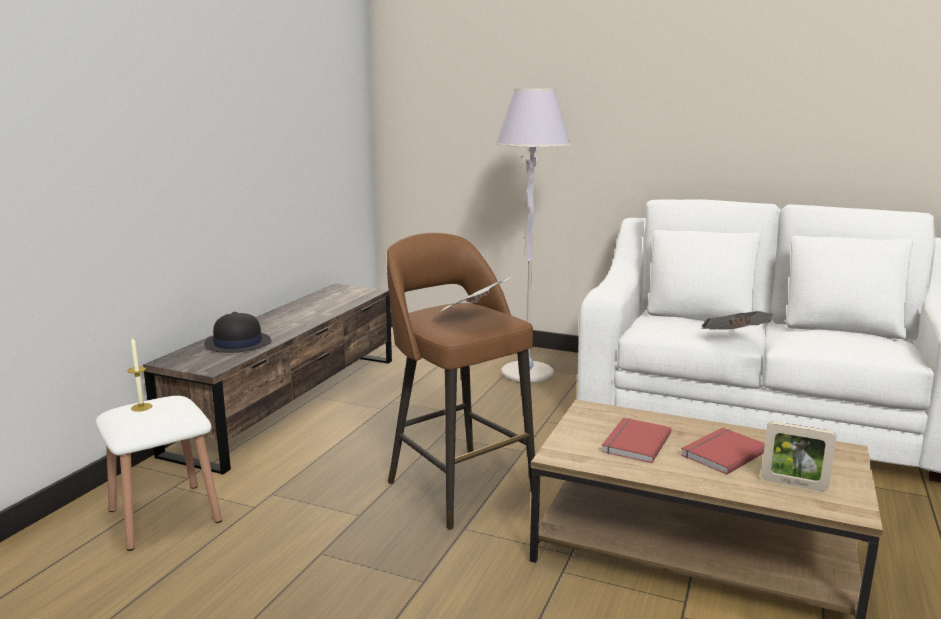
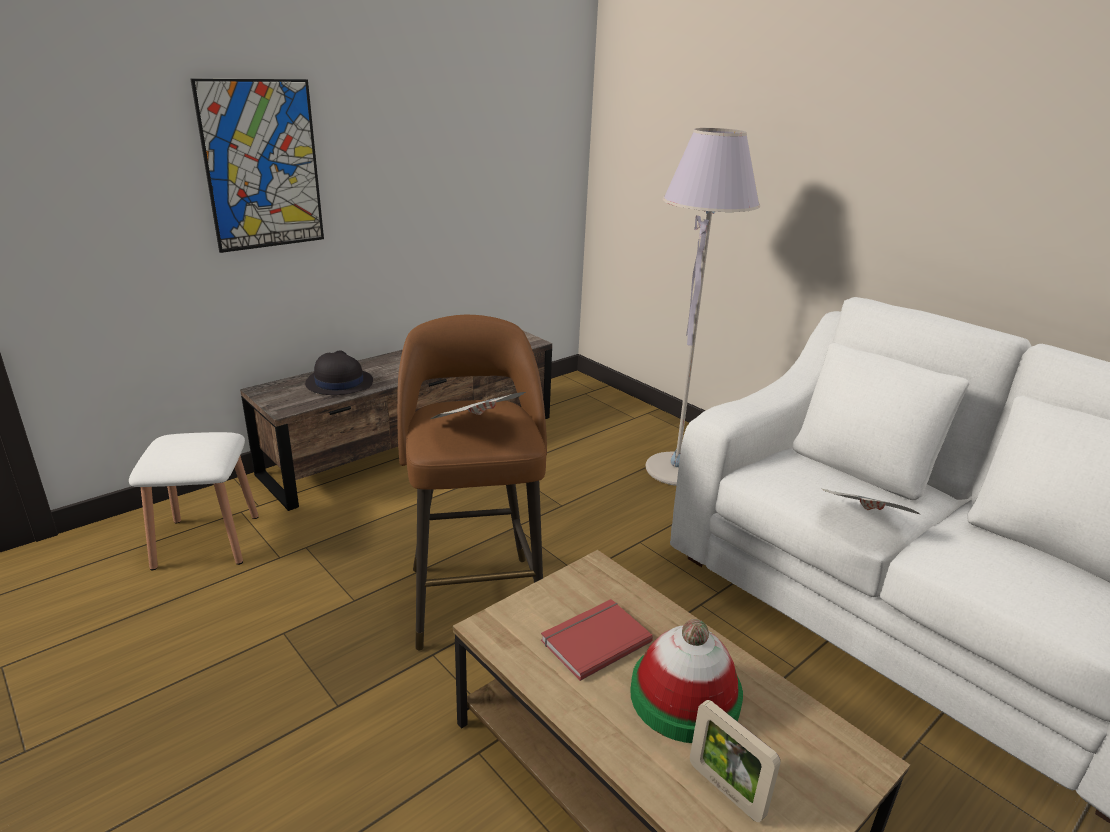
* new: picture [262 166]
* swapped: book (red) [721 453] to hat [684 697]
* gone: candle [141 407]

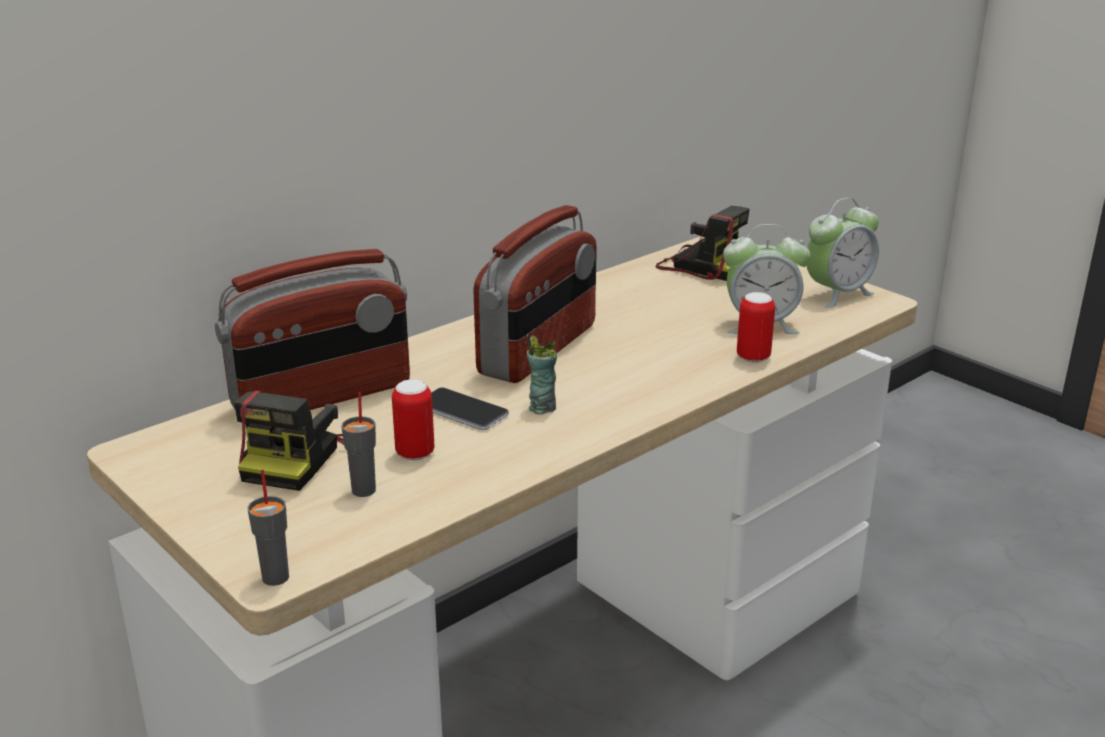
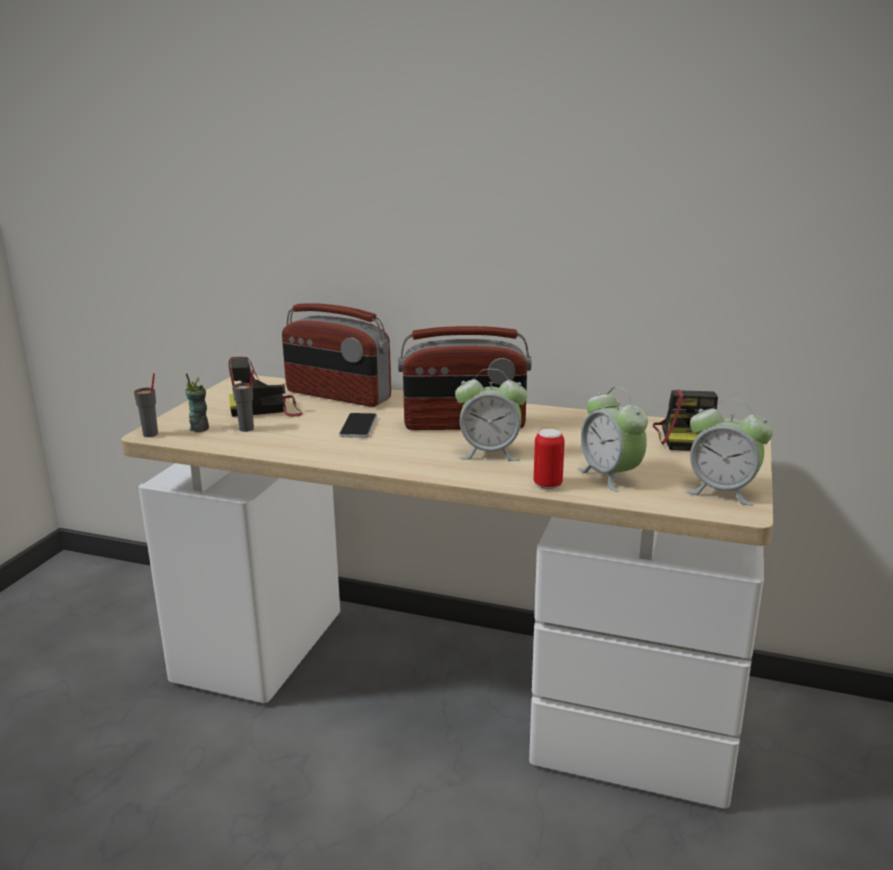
* shifted: cup [542 407] to [200 428]
* new: alarm clock [490 453]
* gone: can [415 453]

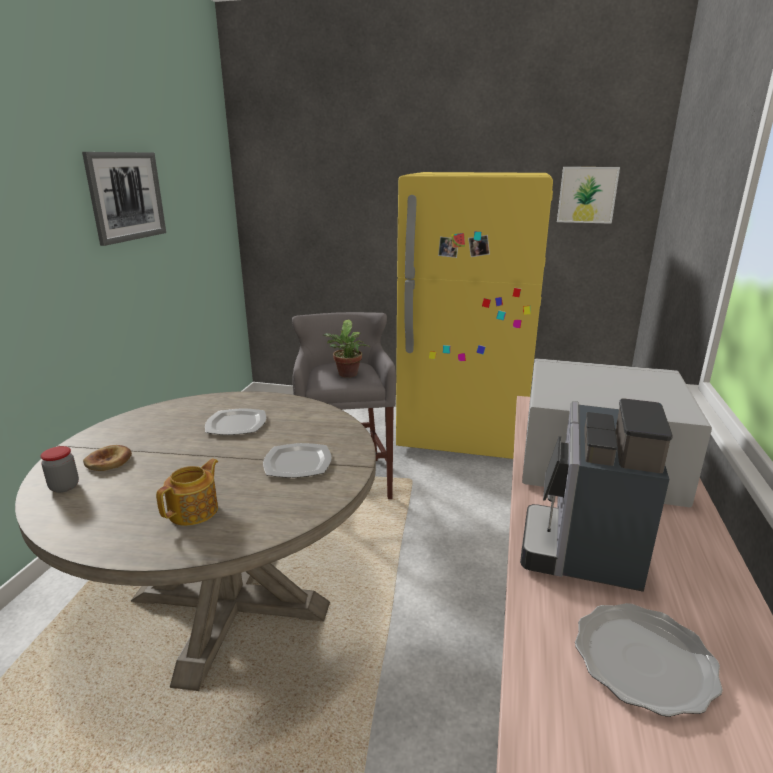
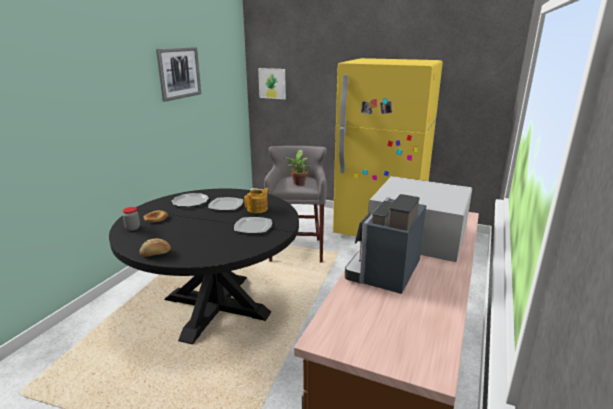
* repainted: dining table (beige) [230 603] to dining table (black) [216 306]
* new: bread [155 254]
* shifted: plate [643 659] to [190 201]
* shifted: teapot [195 511] to [258 209]
* shifted: picture [587 195] to [272 83]

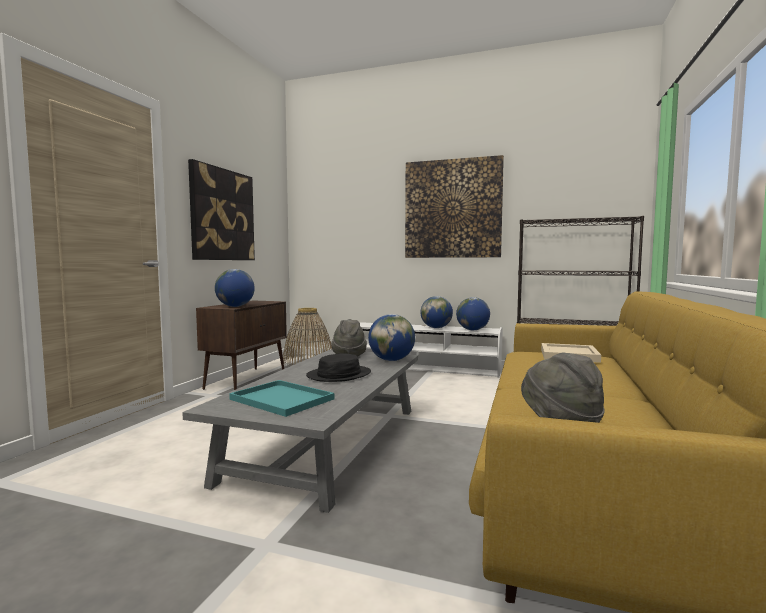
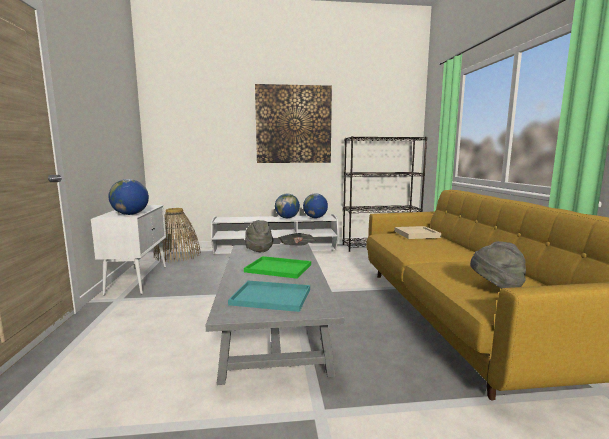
* repainted: cabinet (brown) [247 379] to cabinet (white) [138 279]
* swapped: hat (black) [339 375] to tray (green) [279 268]
* swapped: globe [391 360] to newspaper [297 250]
* gone: picture [222 215]

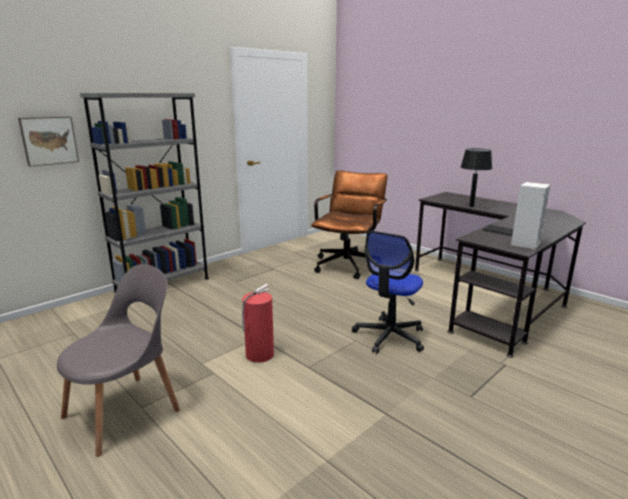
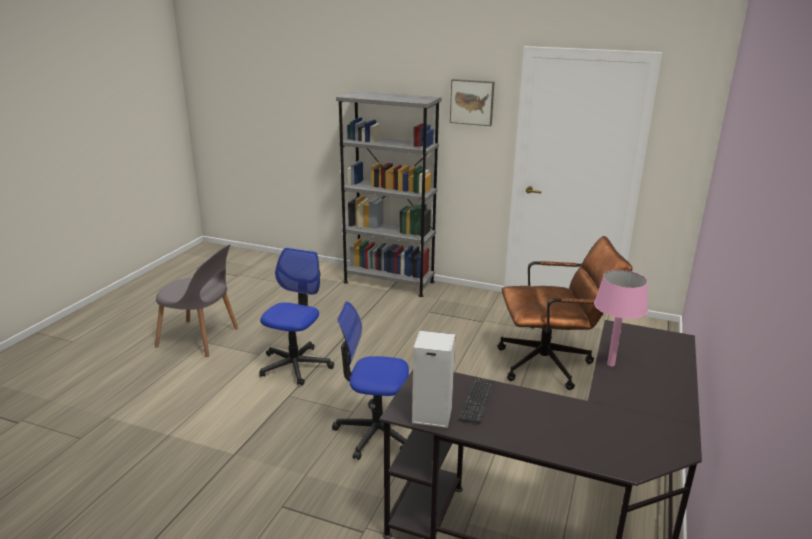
* swapped: fire extinguisher [258 355] to office chair [295 366]
* shifted: picture [49 140] to [472 102]
* repainted: table lamp (black) [471 206] to table lamp (pink) [611 364]

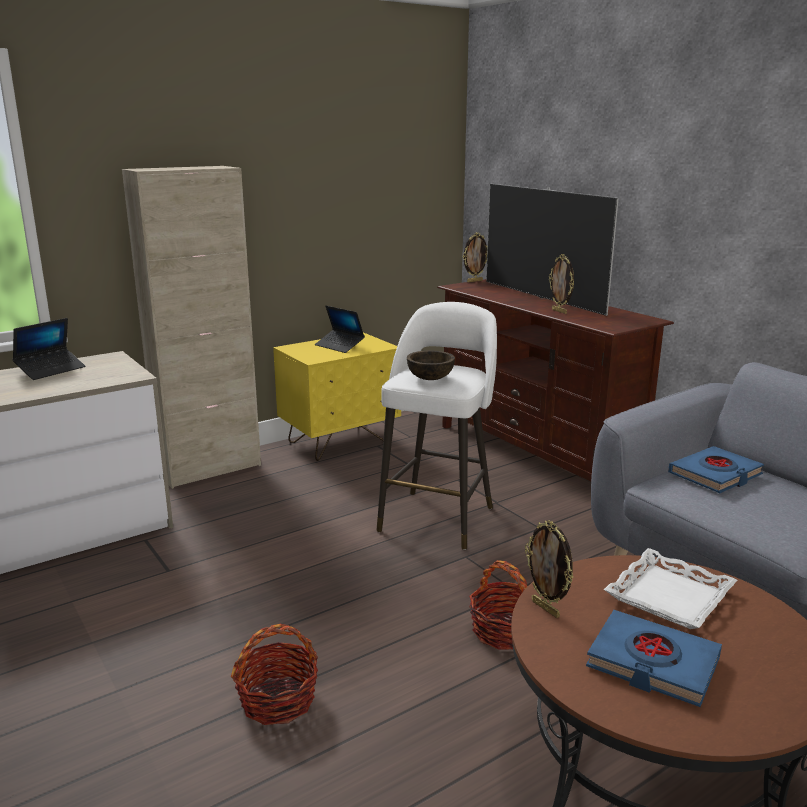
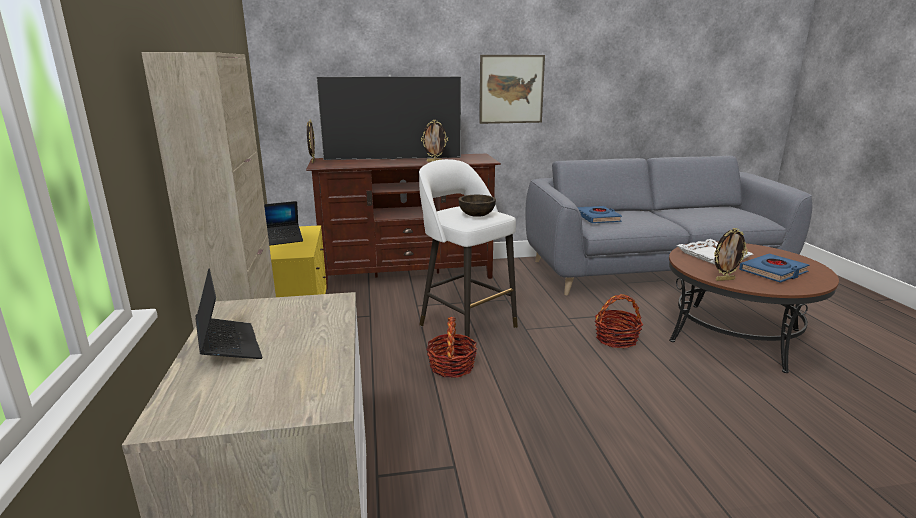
* shifted: basket [278 700] to [451 366]
* new: picture [511 89]

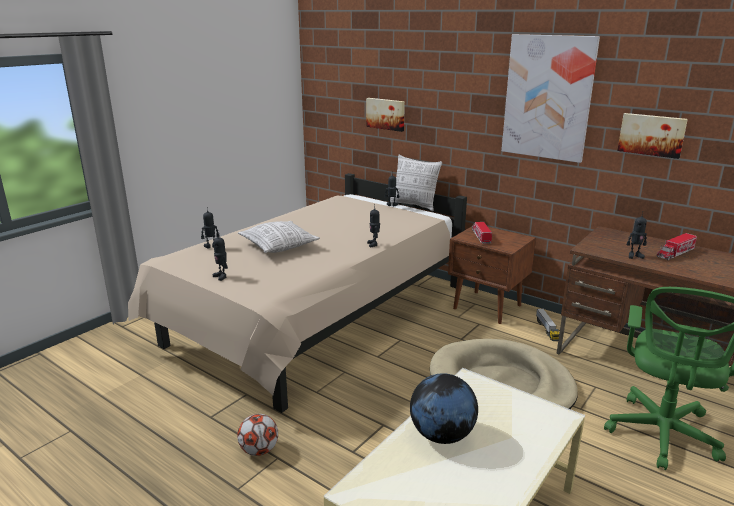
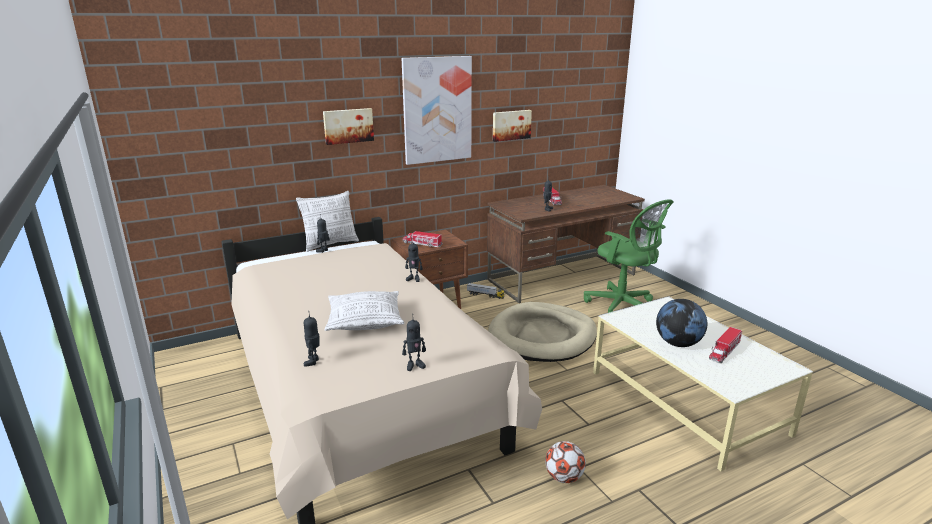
* shifted: picture [386 114] to [348 126]
* new: toy truck [724 351]

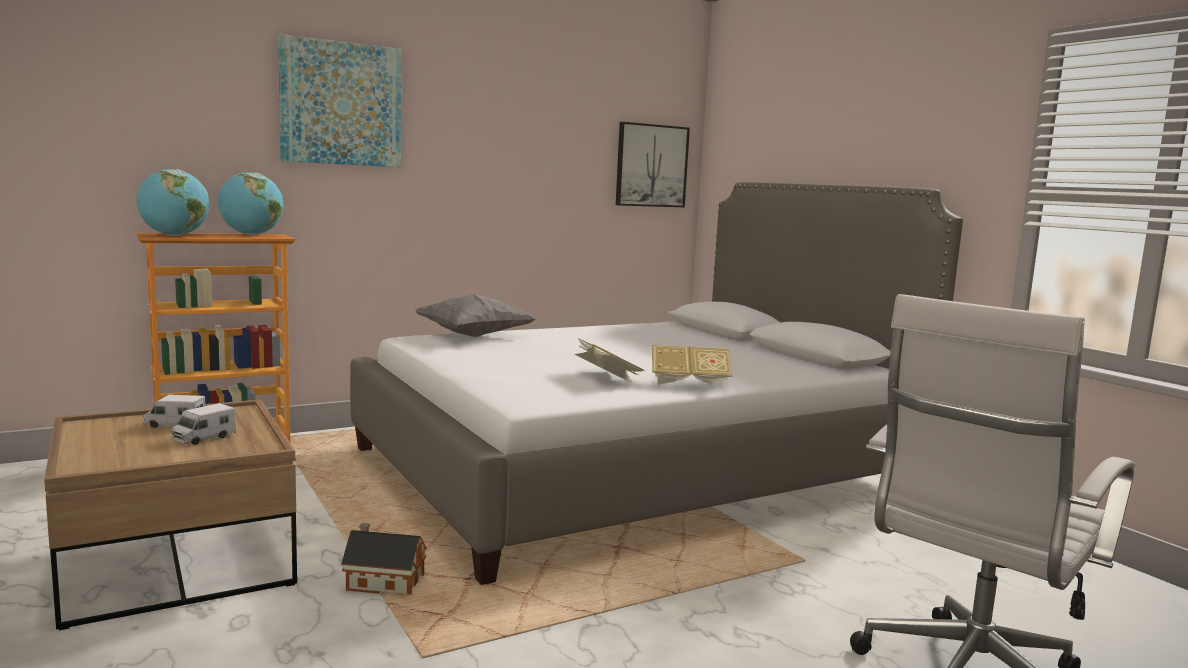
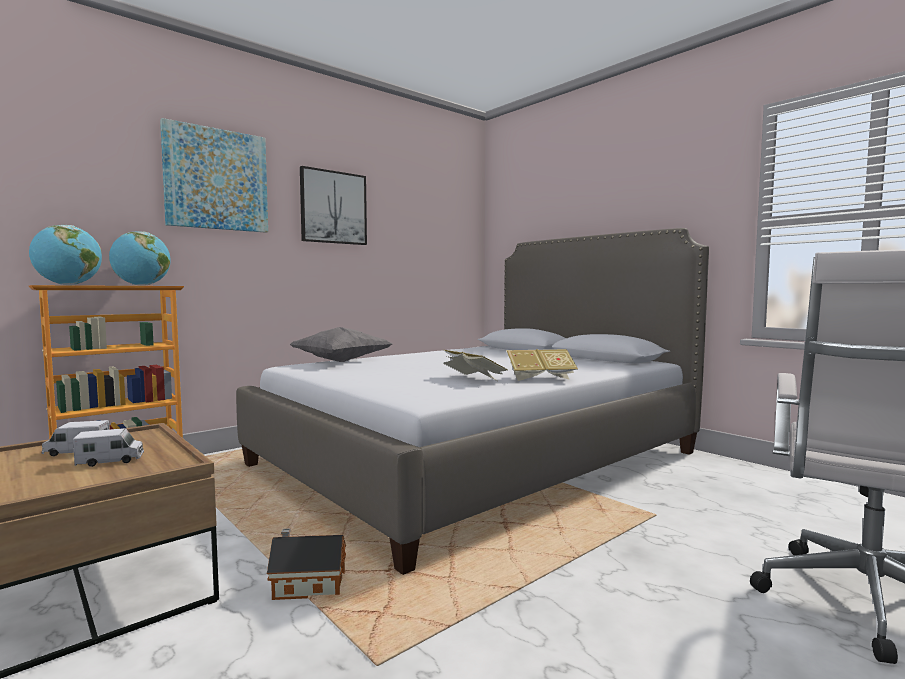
* rotated: toy truck [203 438] = [110 461] 135 degrees counterclockwise
* shifted: picture [651 165] to [333 207]

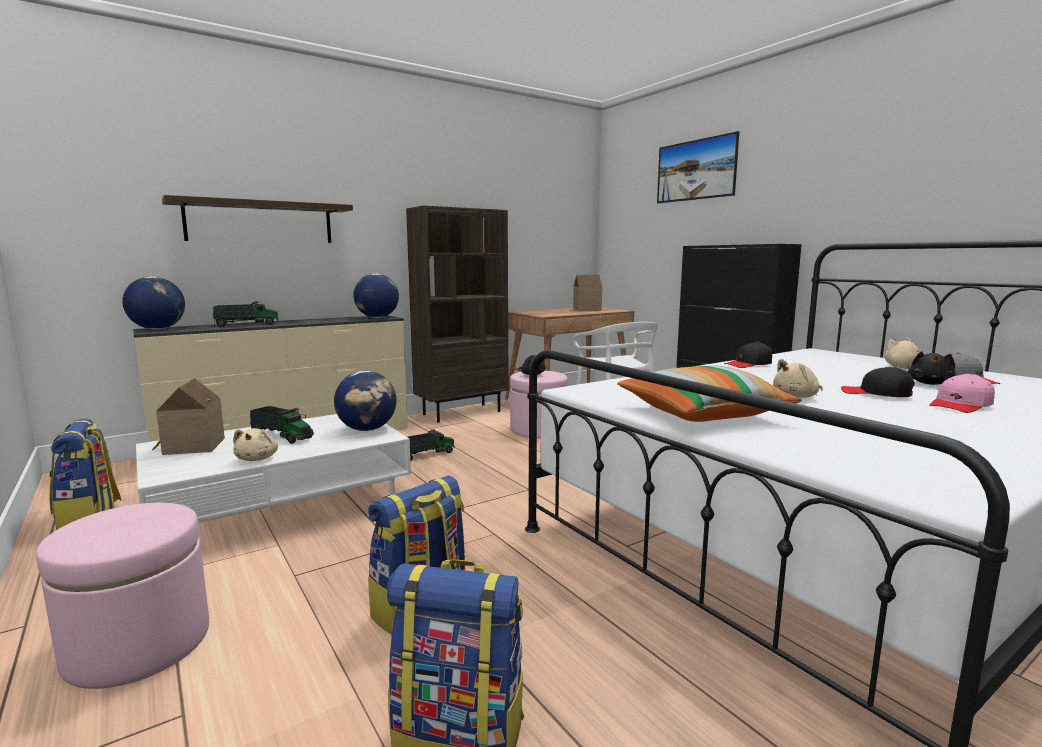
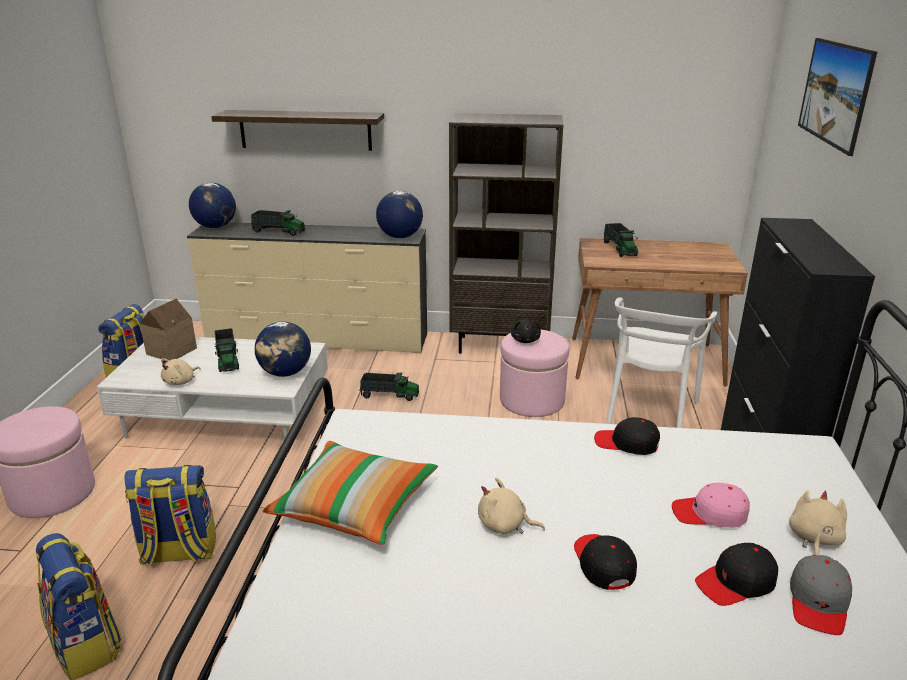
* new: toy truck [620 249]
* shifted: cap (pink) [960 405] to [709 514]
* swapped: plush toy (black) [929 383] to cap (black) [736 583]
* gone: toy house [586 309]

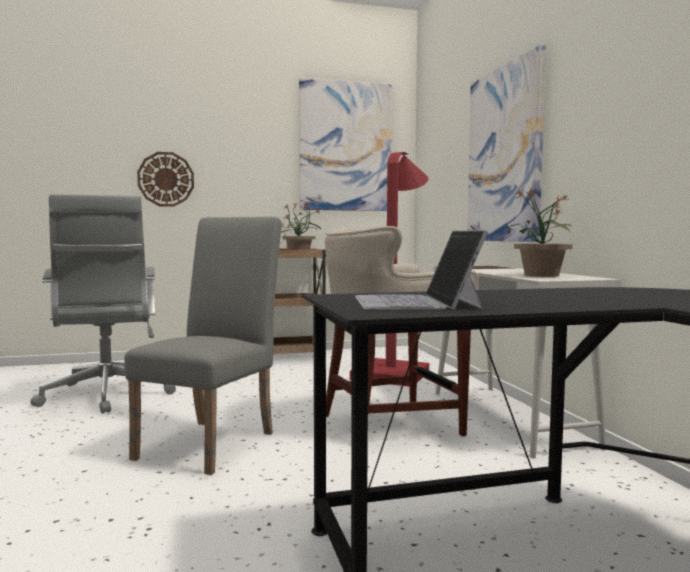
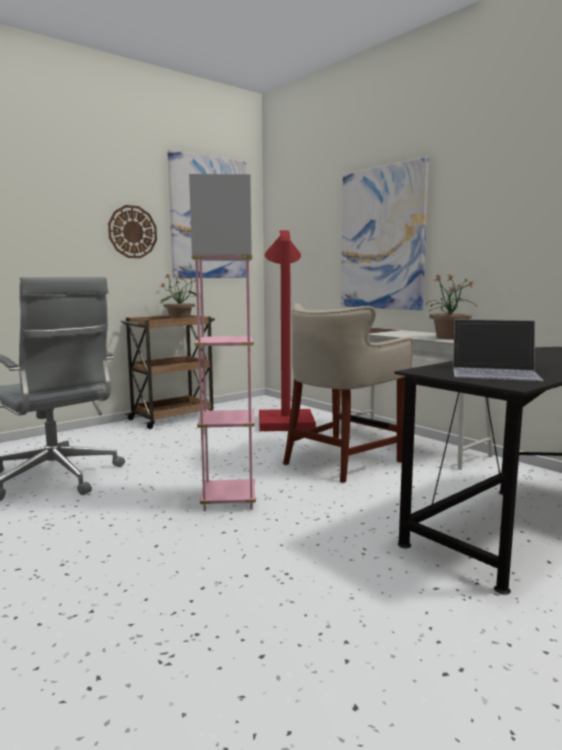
* shifted: wall clock [166 179] to [132 232]
* swapped: chair (grey) [213 441] to floor lamp (pink) [229 500]
* rotated: laptop [416 302] = [495 372] 45 degrees counterclockwise

